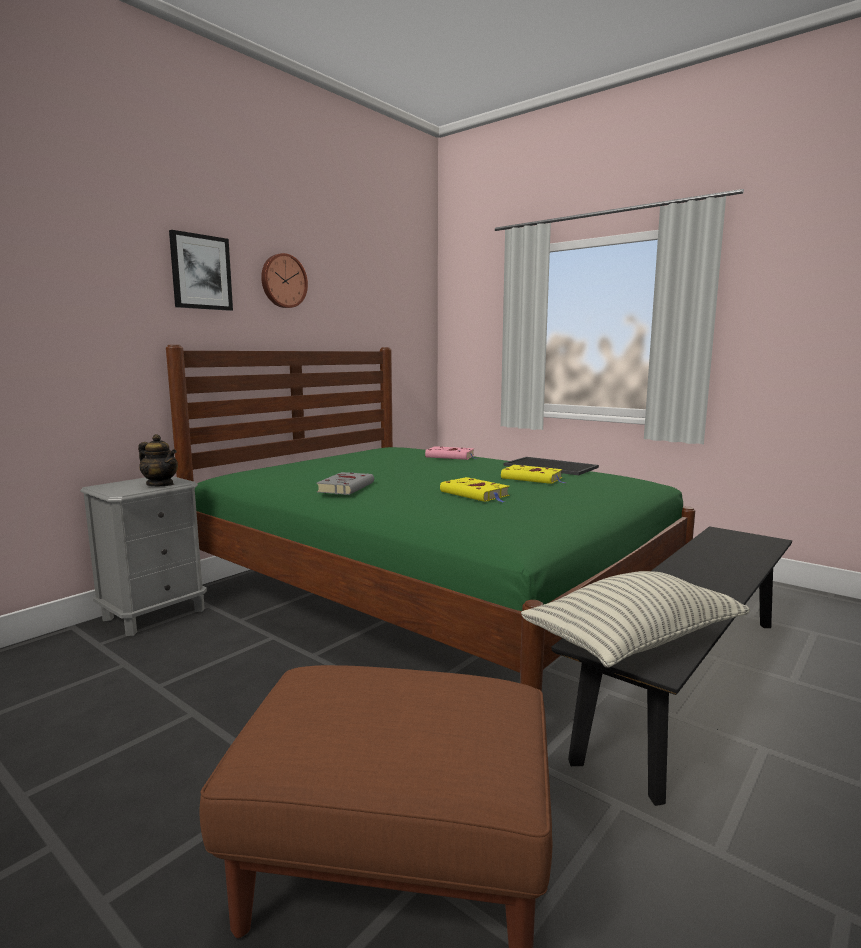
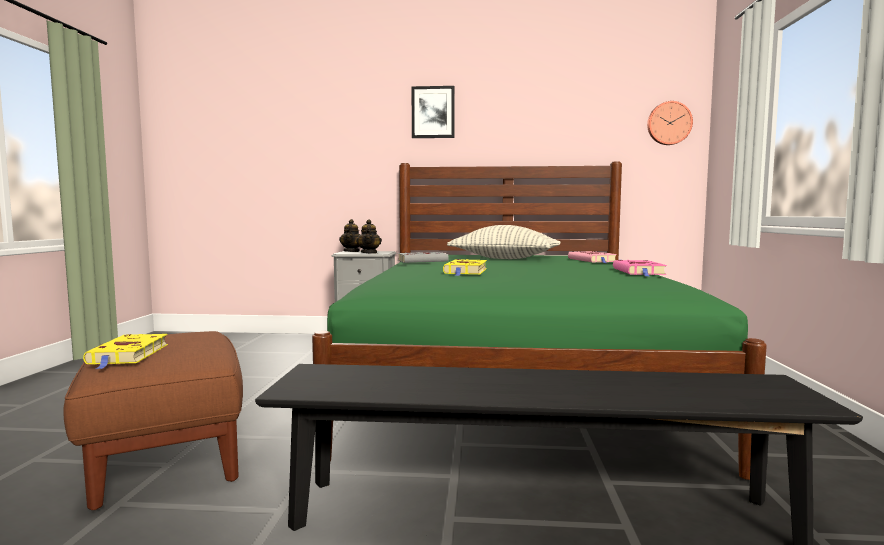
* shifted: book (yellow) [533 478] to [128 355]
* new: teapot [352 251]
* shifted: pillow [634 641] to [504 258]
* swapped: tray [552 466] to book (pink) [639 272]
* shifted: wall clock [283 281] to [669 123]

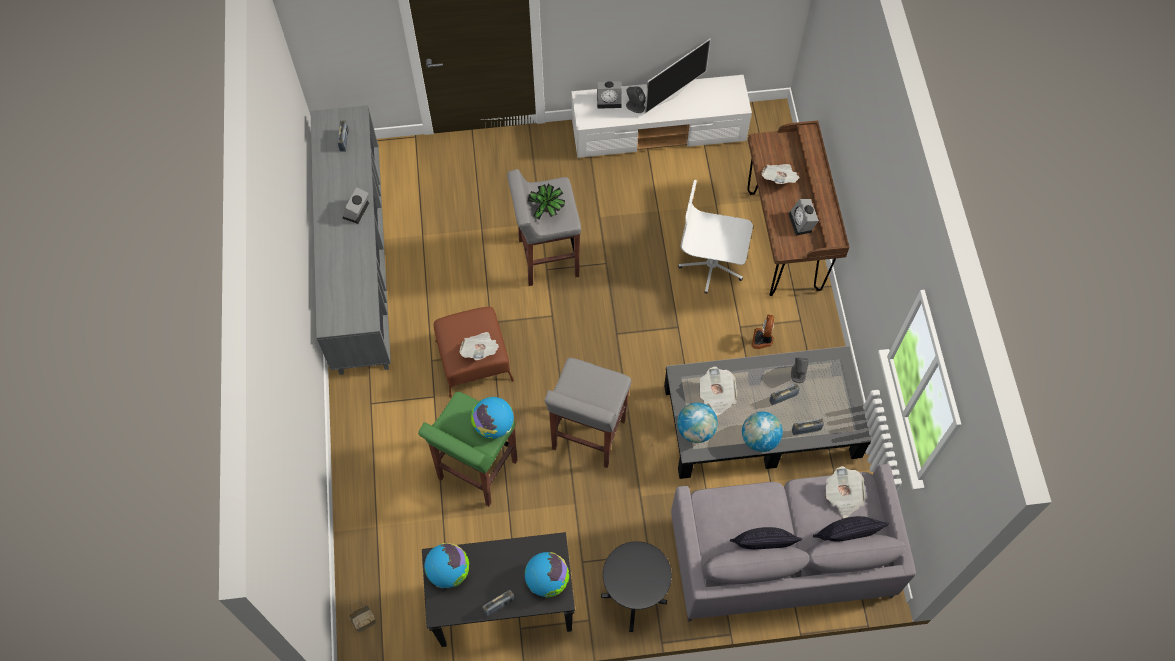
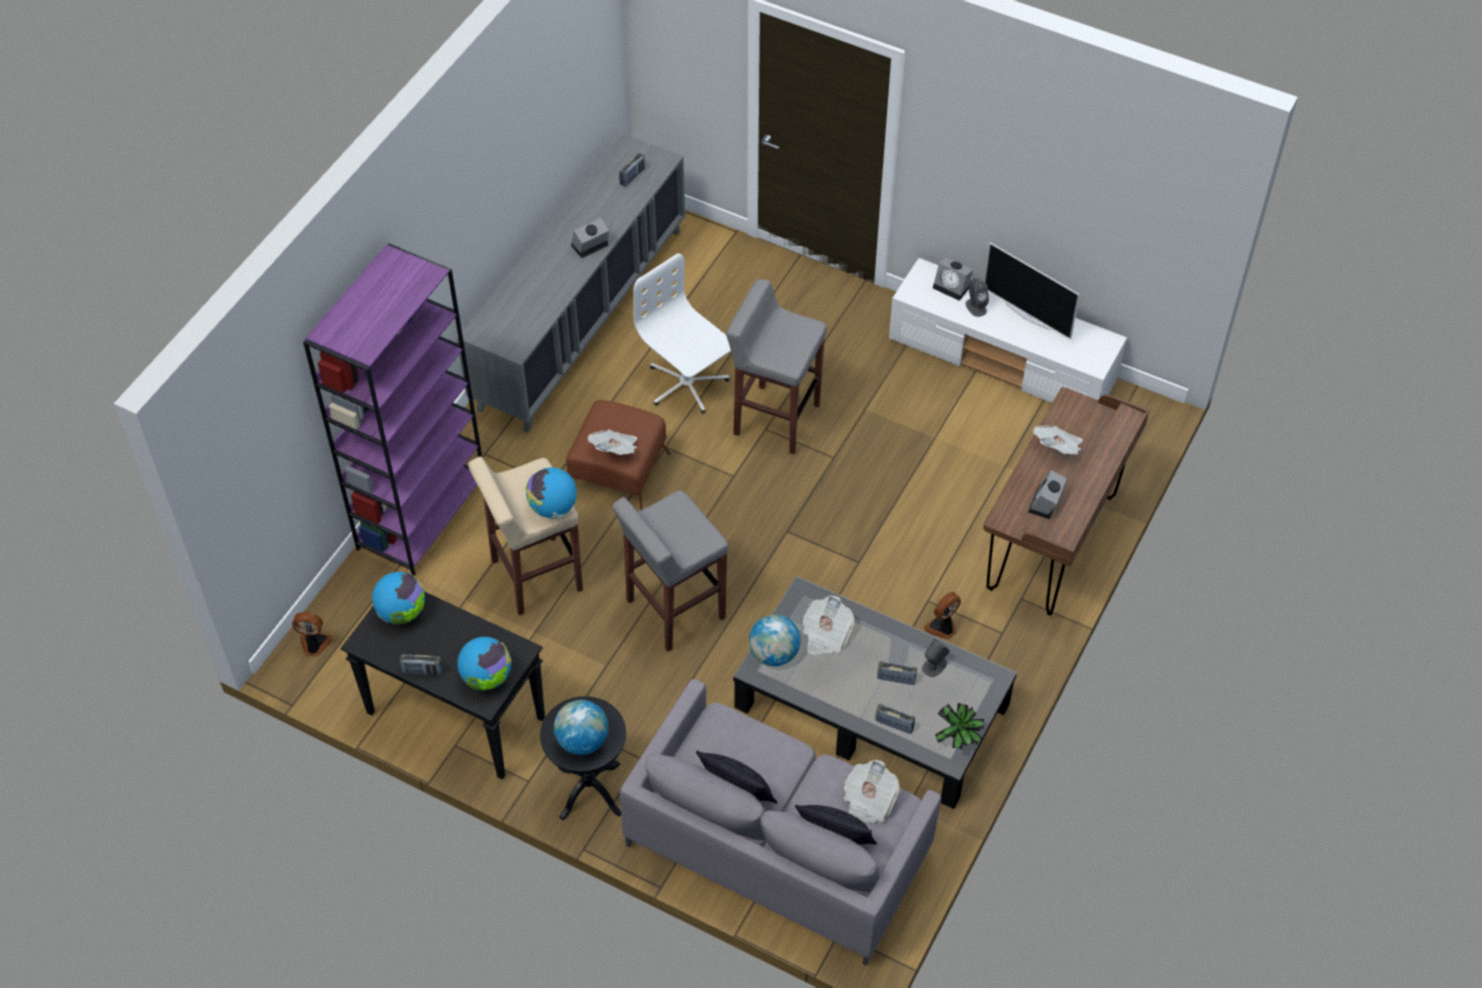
* swapped: basket [363 621] to fan [314 645]
* new: bookcase (purple) [421 514]
* repainted: stool (green) [477 471] to stool (beige) [535 576]
* shifted: globe [759 439] to [582 740]
* shifted: office chair (white) [712 265] to [686 384]
* shifted: potted plant [548 213] to [957 742]
* rotated: television [672 94] = [1028 316] 45 degrees clockwise

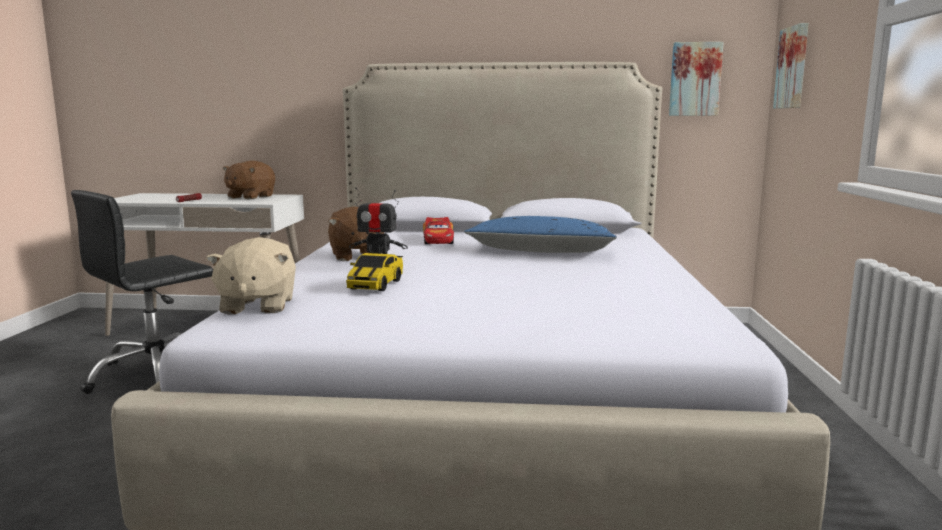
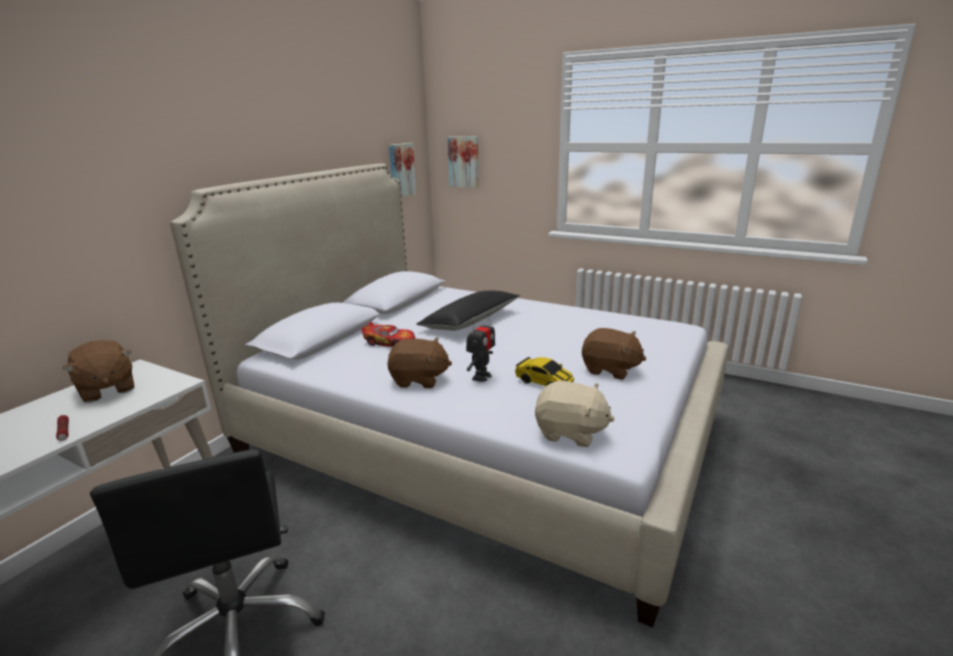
* repainted: pillow (blue) [542 252] to pillow (black) [470 321]
* new: plush toy (brown) [610 370]

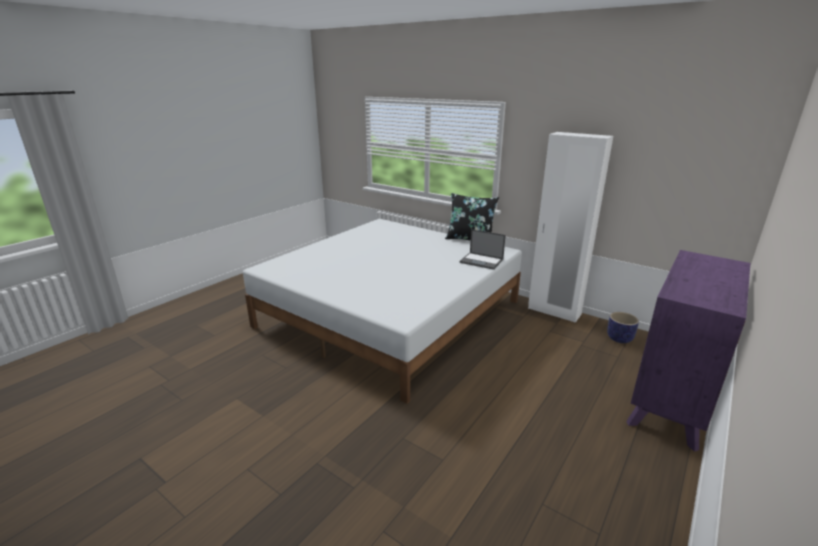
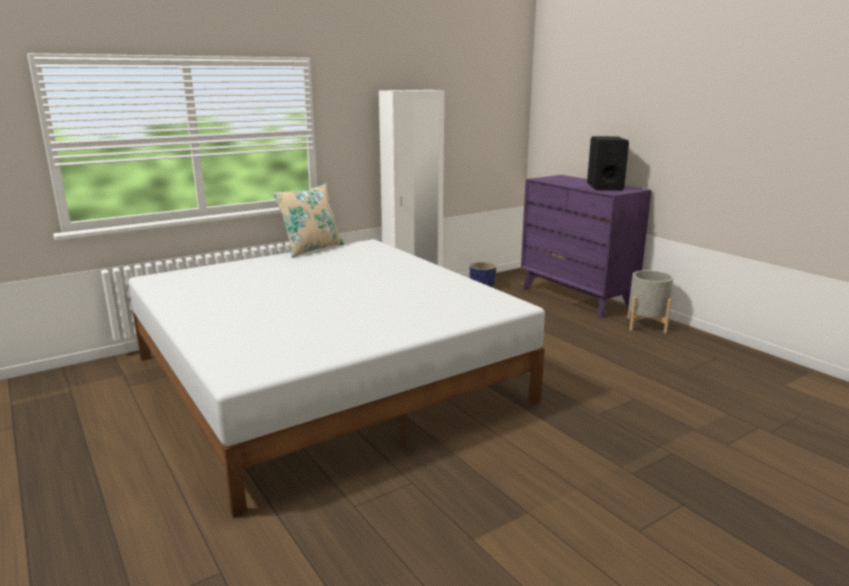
* repainted: pillow (black) [470 239] to pillow (beige) [311 249]
* new: speaker (black) [604 187]
* new: planter (grey) [646 325]
* gone: laptop [482 261]

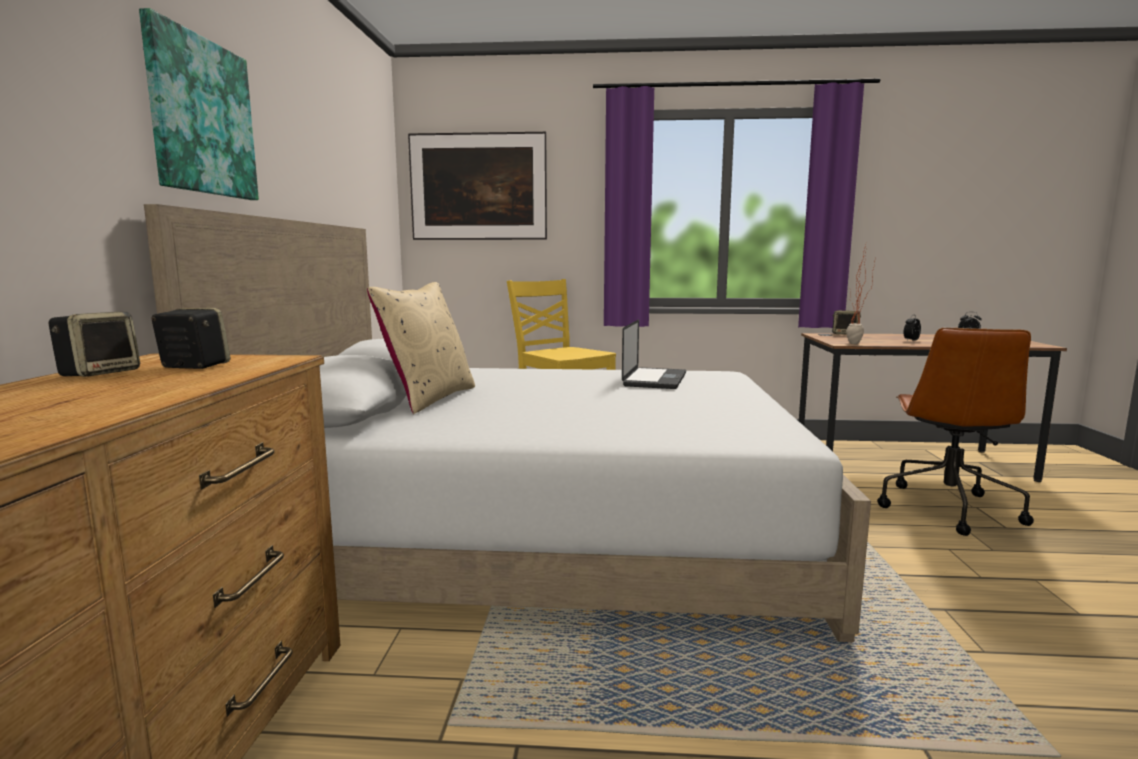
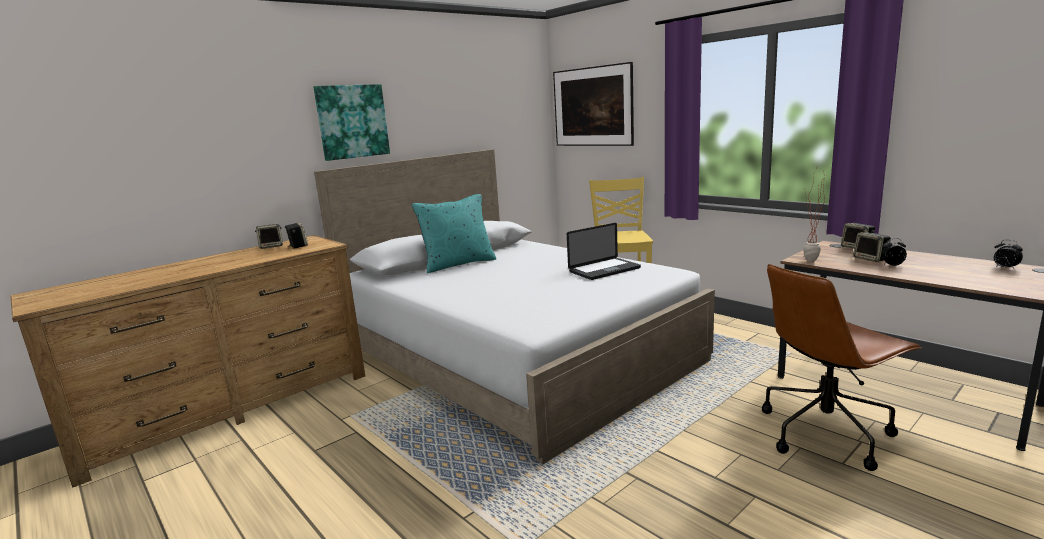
* repainted: pillow (beige) [429 398] to pillow (turquoise) [458 264]
* new: speaker [871 259]

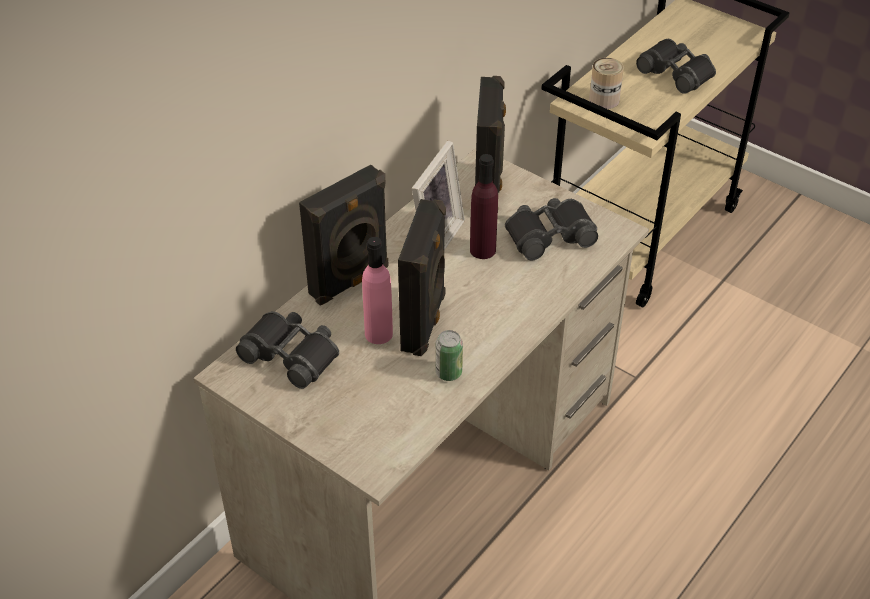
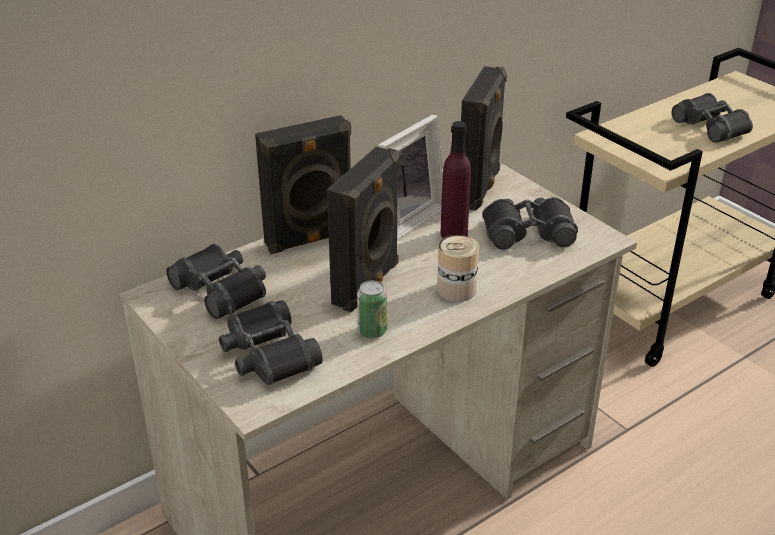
* new: binoculars (black) [267 354]
* shifted: can [604 100] to [456 290]
* gone: bottle (pink) [378 334]

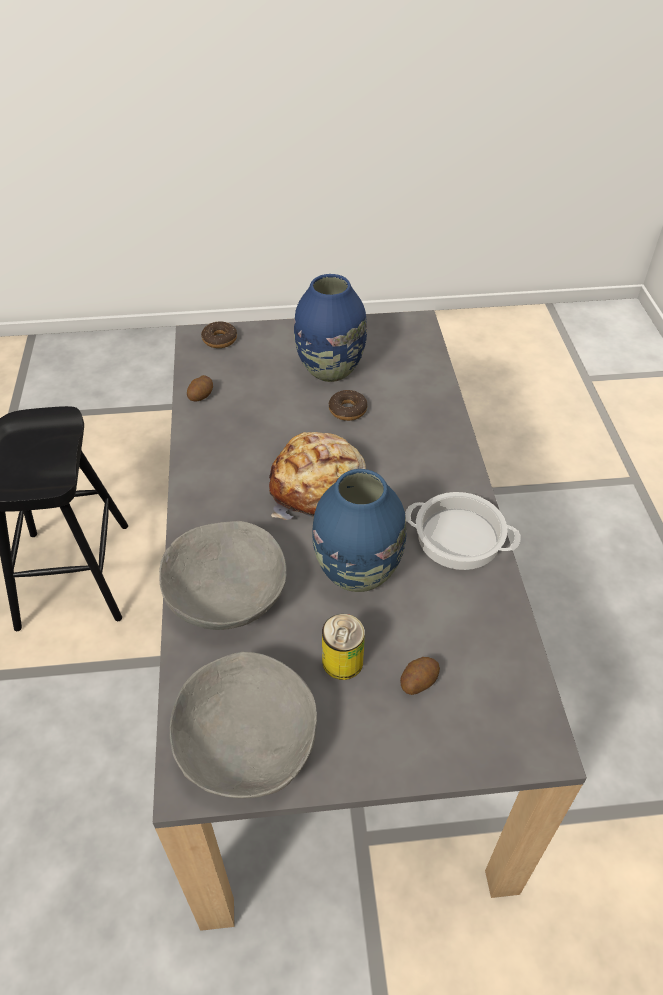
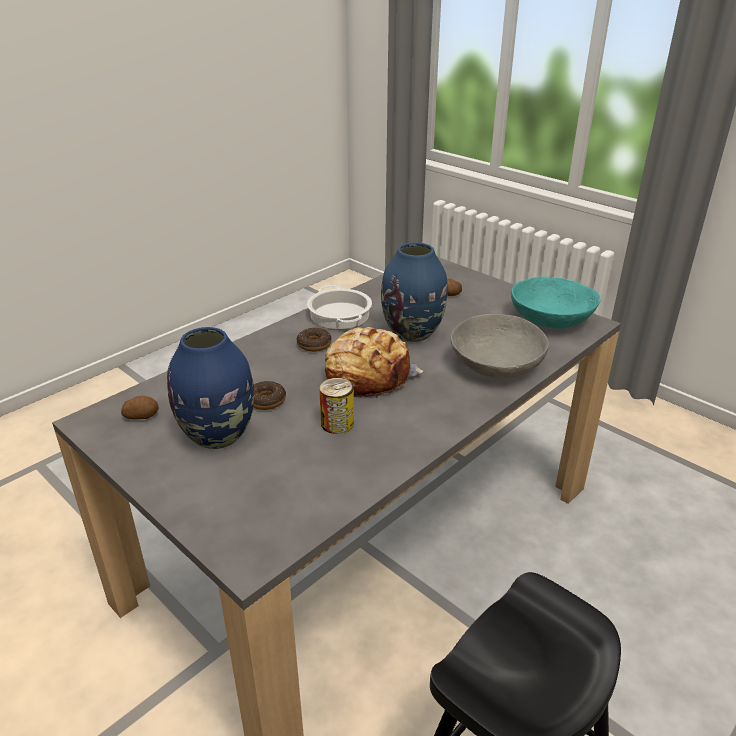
* shifted: potato [201 396] to [141 416]
* shifted: donut [220 339] to [314 344]
* shifted: can [342 661] to [337 423]
* repainted: bowl (grey) [247 741] to bowl (turquoise) [550 319]

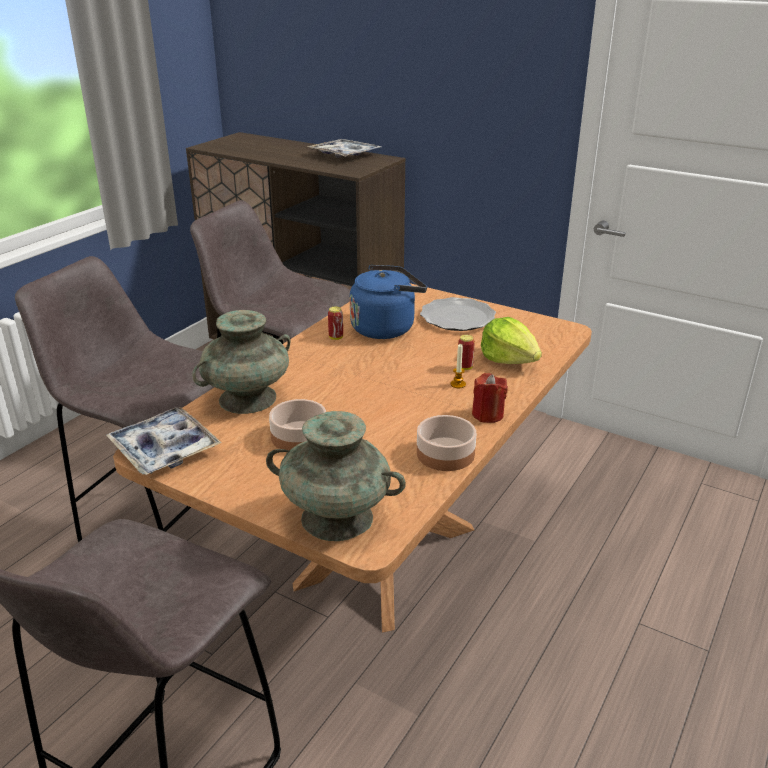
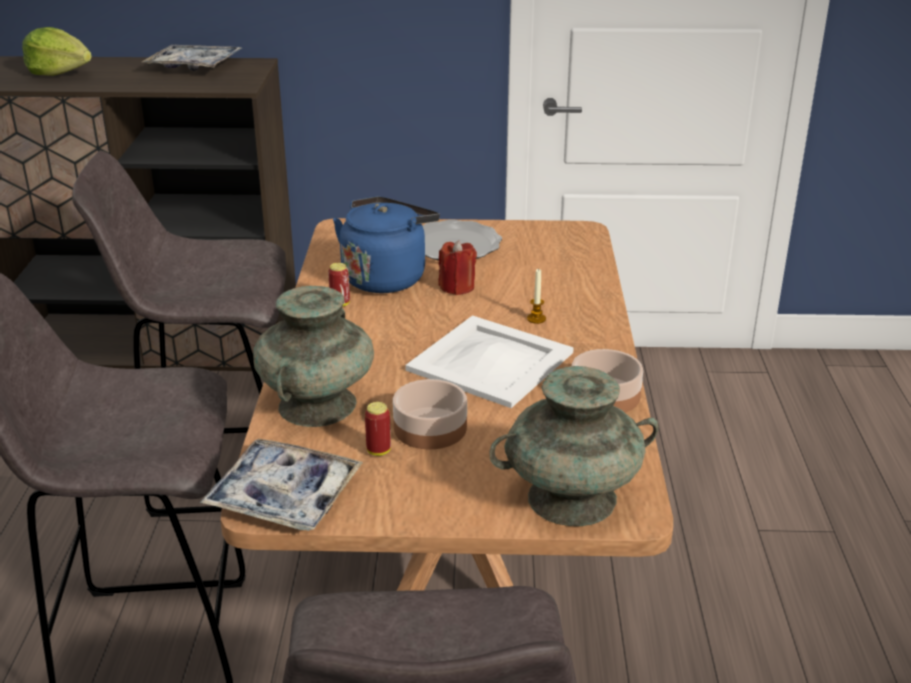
* shifted: lettuce [509 359] to [59 72]
* shifted: can [465 367] to [378 451]
* new: tray (white) [492 361]
* shifted: candle (red) [487 414] to [457 287]

